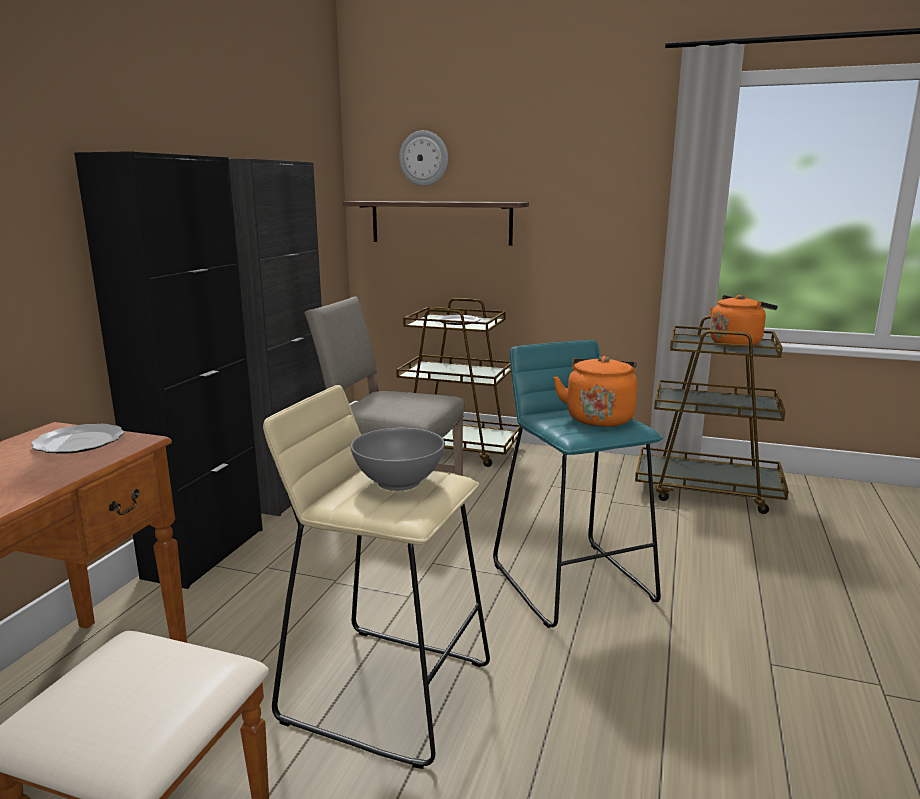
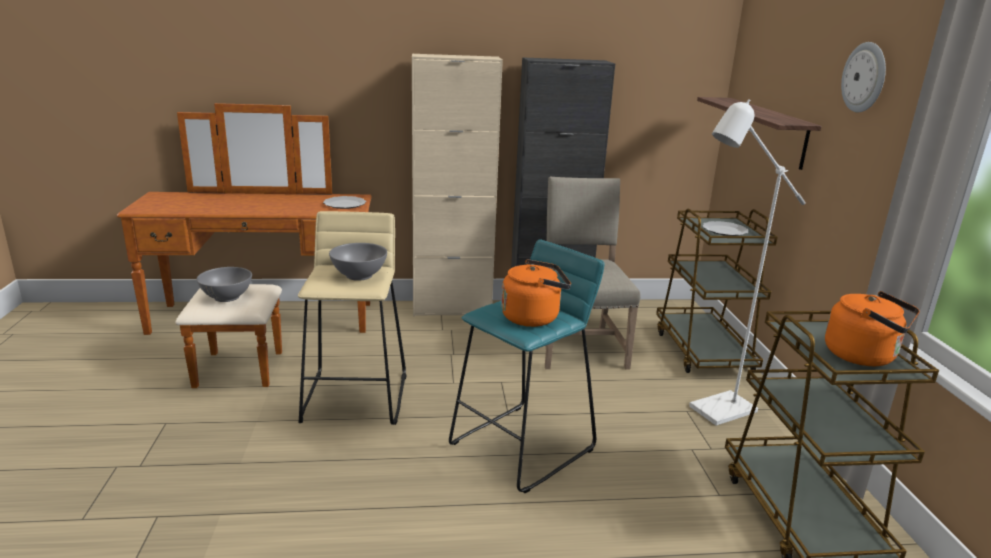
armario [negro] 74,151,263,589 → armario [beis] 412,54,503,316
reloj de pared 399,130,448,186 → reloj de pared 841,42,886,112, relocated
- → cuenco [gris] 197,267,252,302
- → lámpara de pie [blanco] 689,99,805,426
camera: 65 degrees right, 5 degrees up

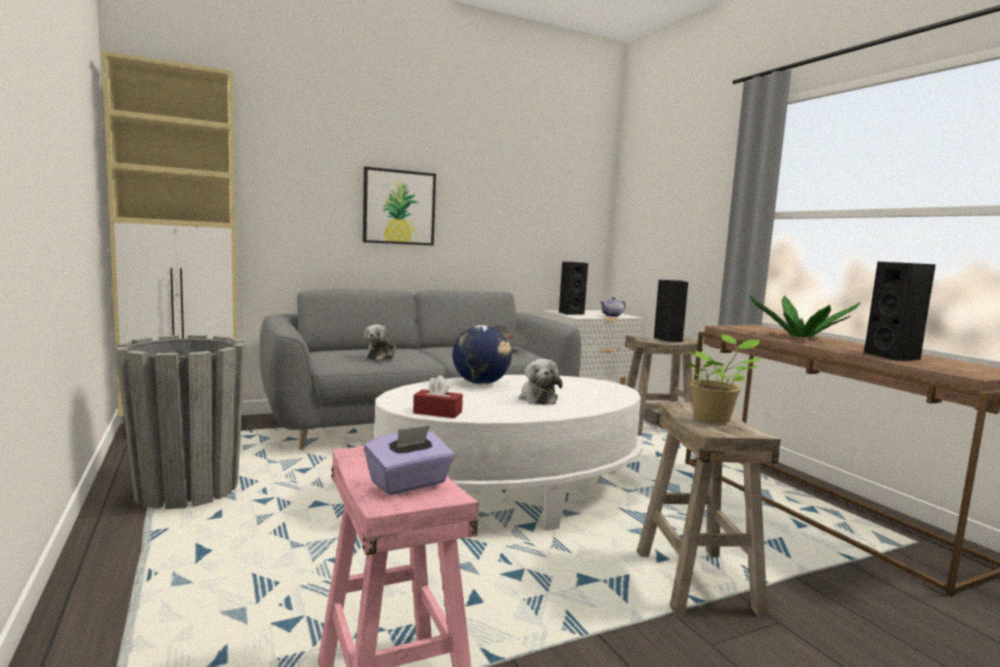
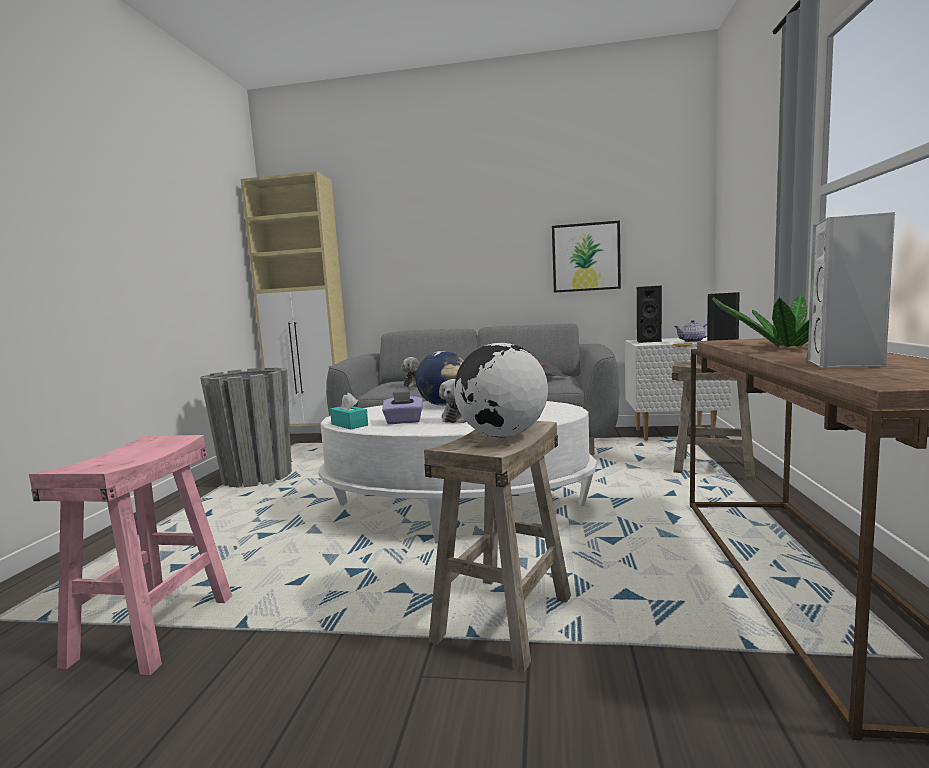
cuadro 363,167,436,246 → cuadro 552,220,621,293, relocated
caja de pañuelos [morado] 364,425,455,495 → caja de pañuelos [morado] 382,392,423,424, relocated
caja de pañuelos [rojo] 413,376,463,418 → caja de pañuelos [turquesa] 330,393,368,429
planta en maceta 686,334,764,424 → globo terráqueo 454,343,548,437
altavoz [negro] 864,262,936,361 → altavoz [blanco] 808,212,895,368
camera: 35 degrees right, 0 degrees up

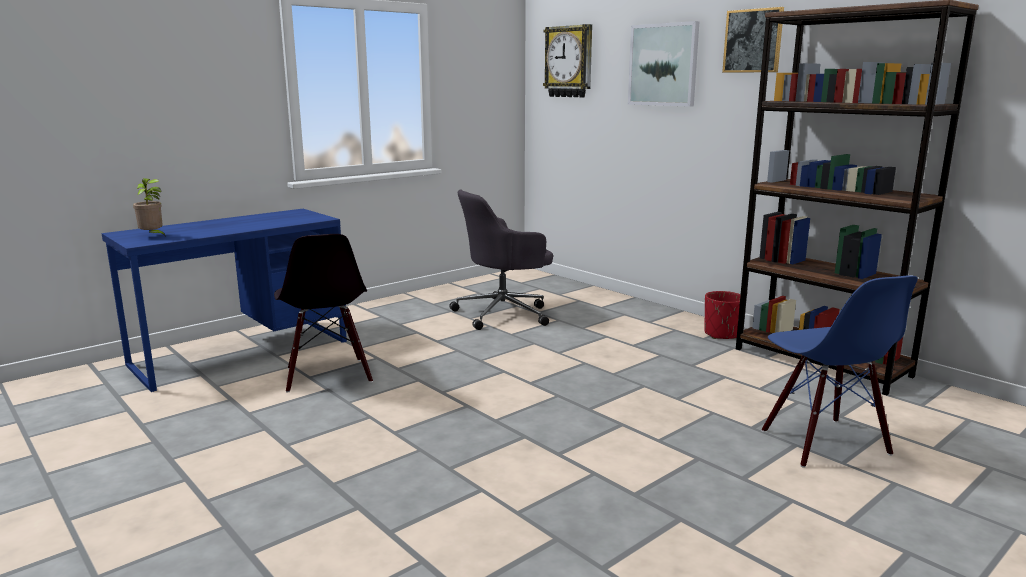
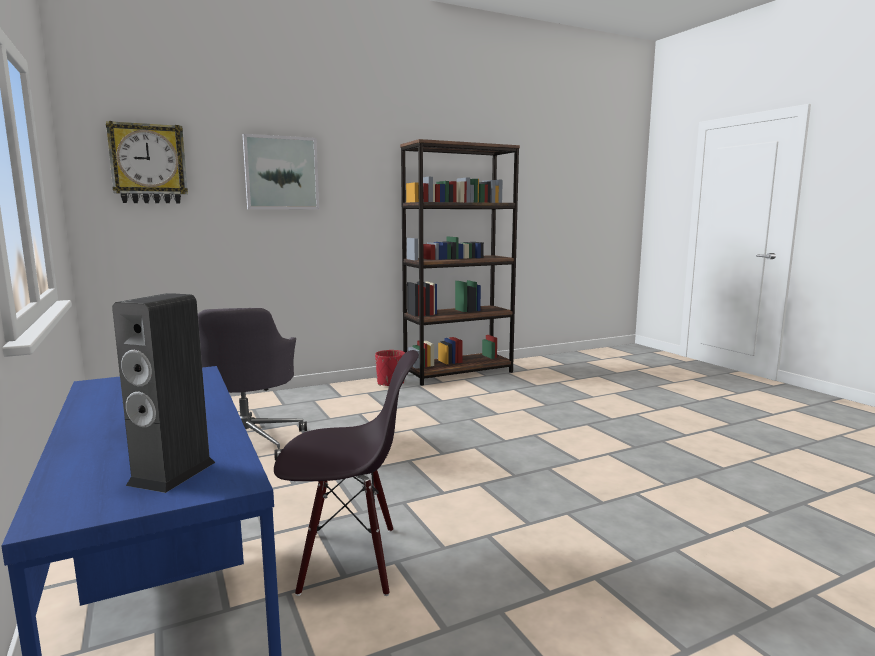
planta en maceta 133,178,166,237 → altavoz 112,293,215,493
cuadro 722,7,784,73 → -
silla [azul] 762,275,918,468 → -
camera: 75 degrees left, 5 degrees down

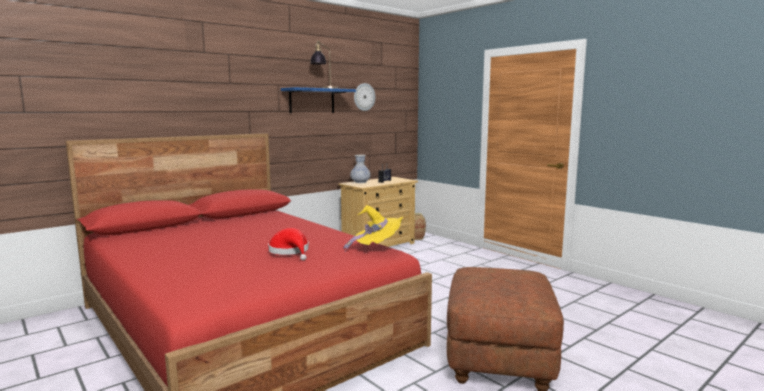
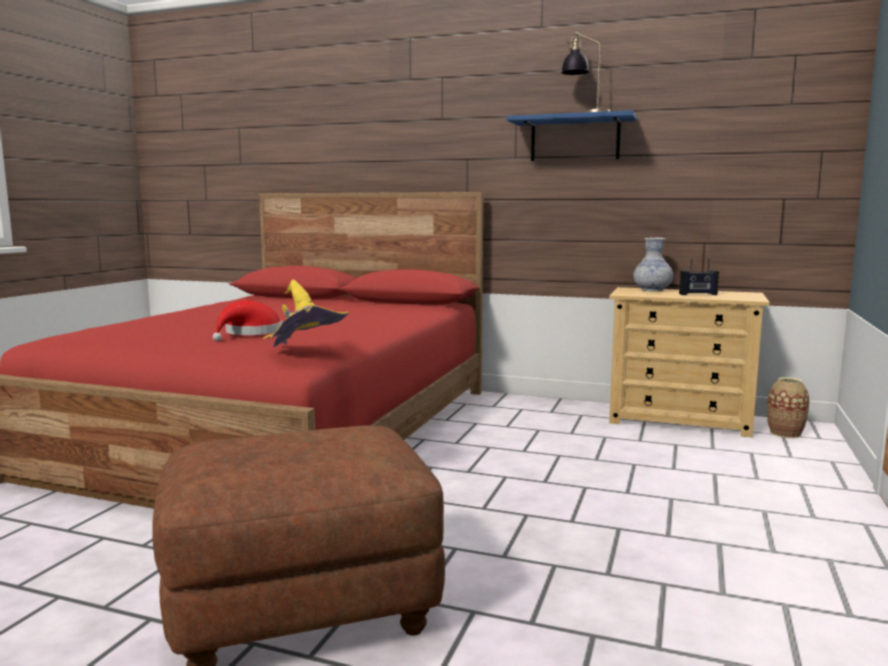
reloj de pared 354,83,375,111 → -
camera: 60 degrees right, 0 degrees up

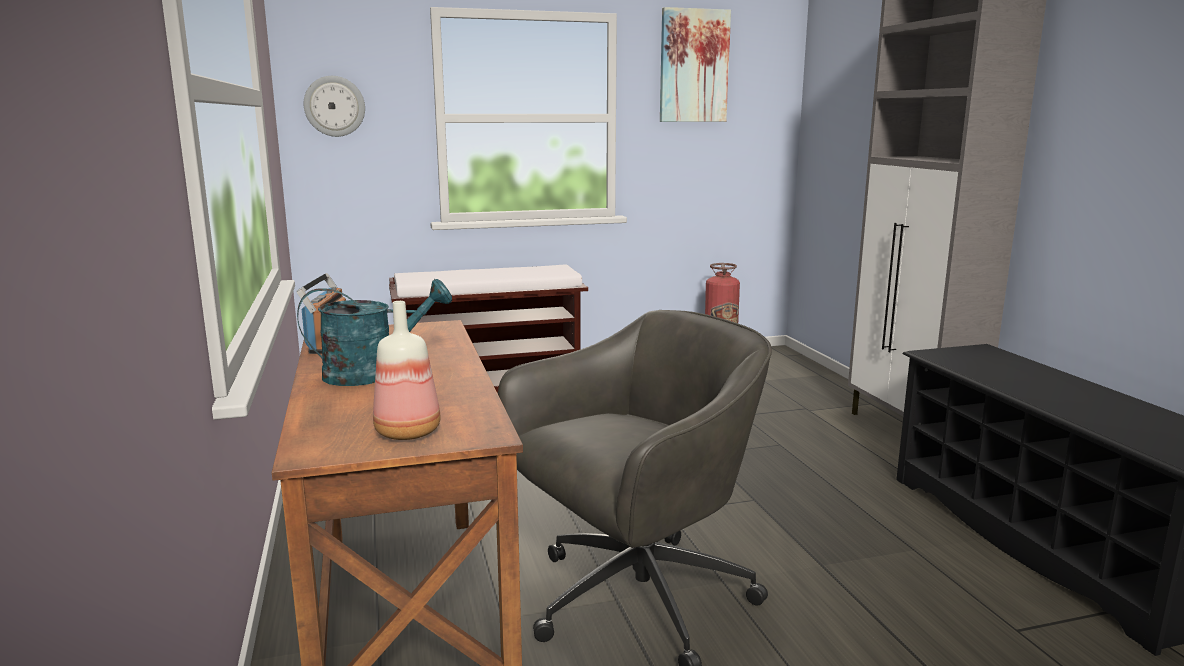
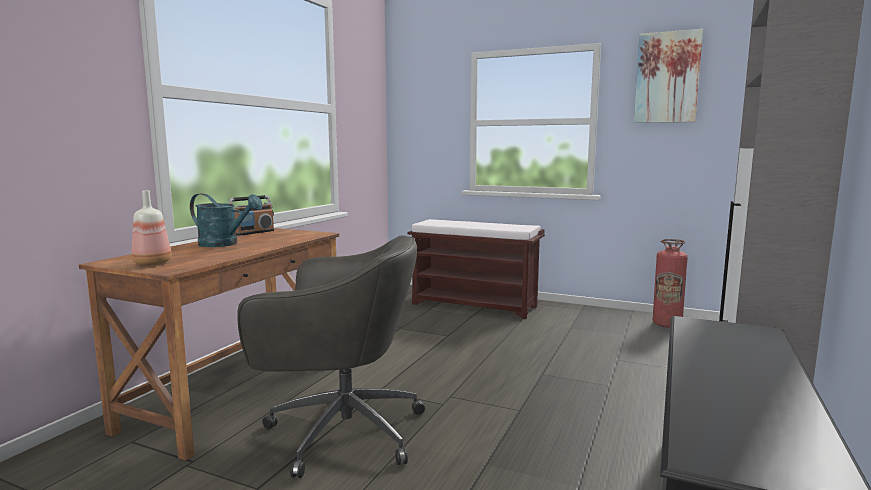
reloj de pared 304,76,365,137 → -
camera: 40 degrees right, 5 degrees down

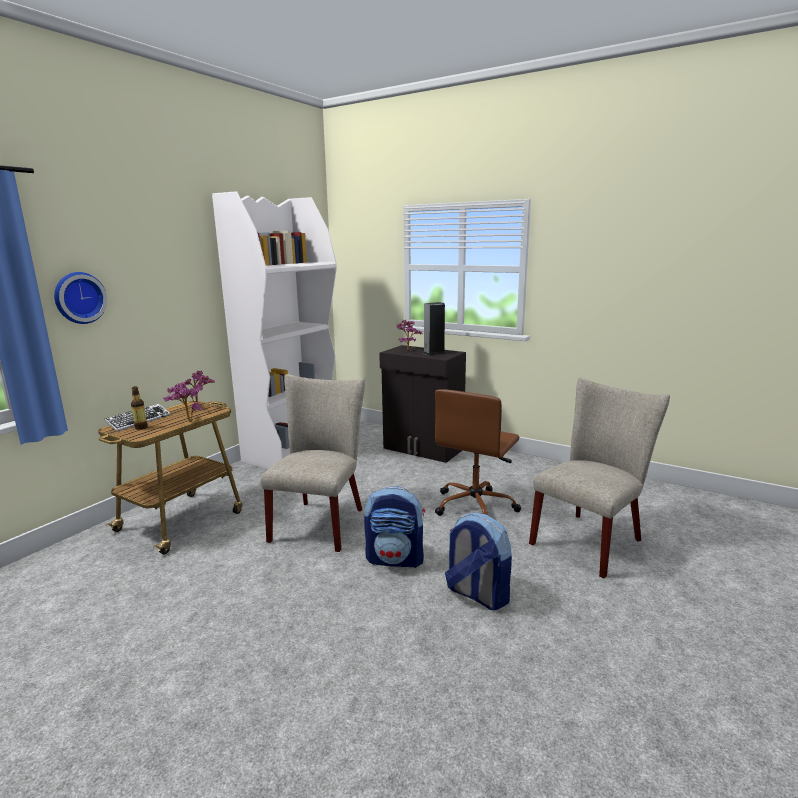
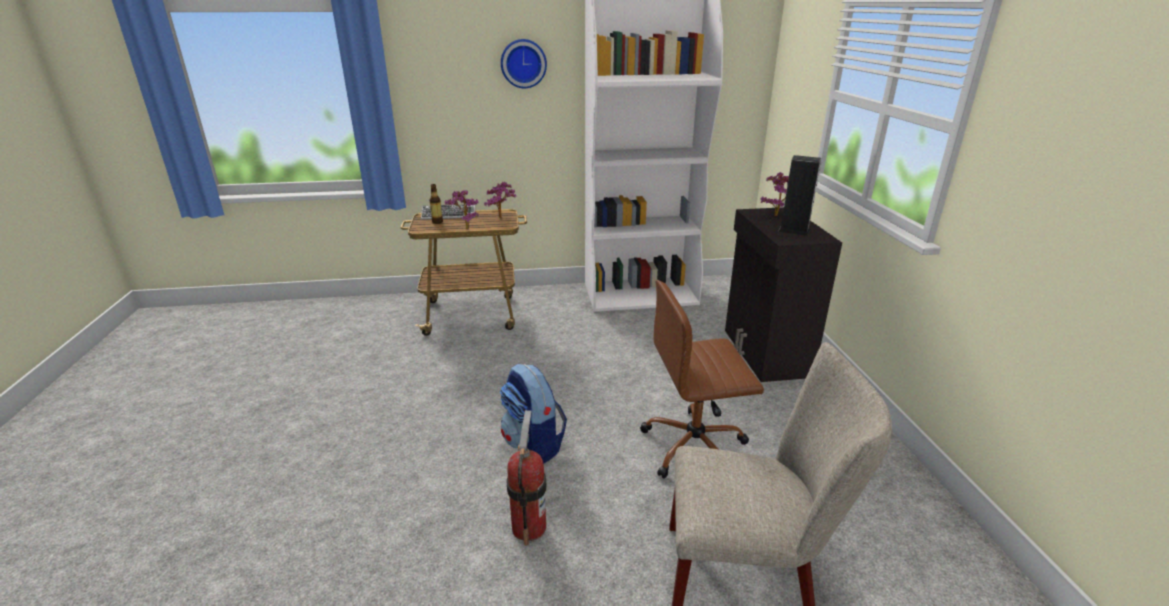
reloj de pared 54,272,107,324 → reloj de pared 501,39,547,88, relocated
silla [beis] 261,374,365,552 → -
mochila 445,513,512,610 → extintor 507,410,547,546
camera: 50 degrees right, 10 degrees up

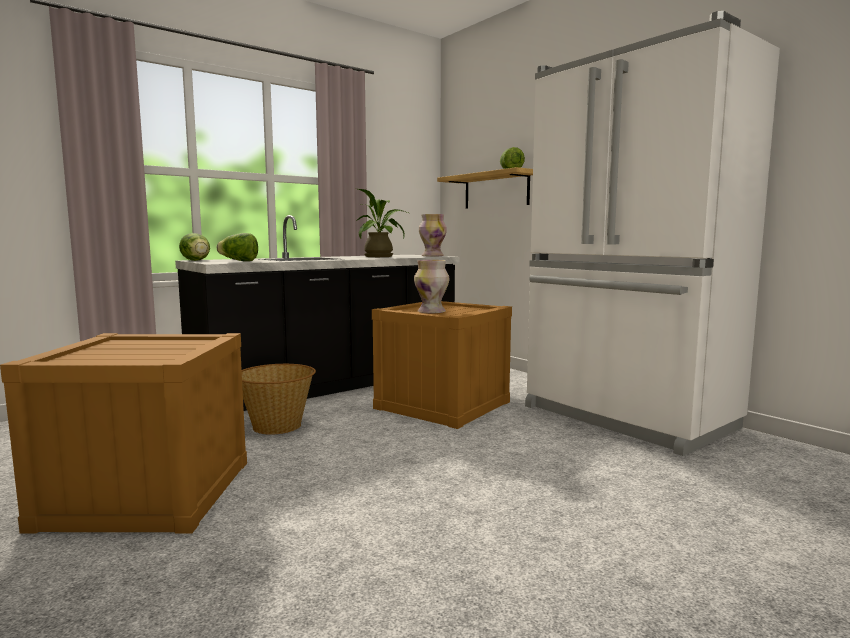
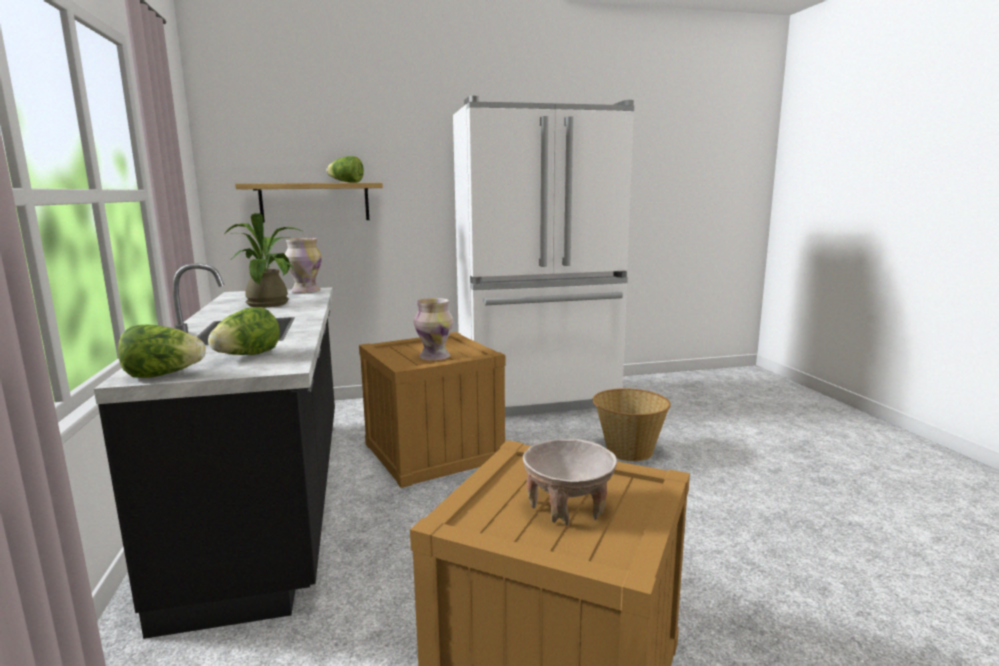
cesta 242,364,316,435 → cesta 593,388,671,461, relocated
- → cuenco [beis] 523,439,617,526
camera: 65 degrees left, 5 degrees up

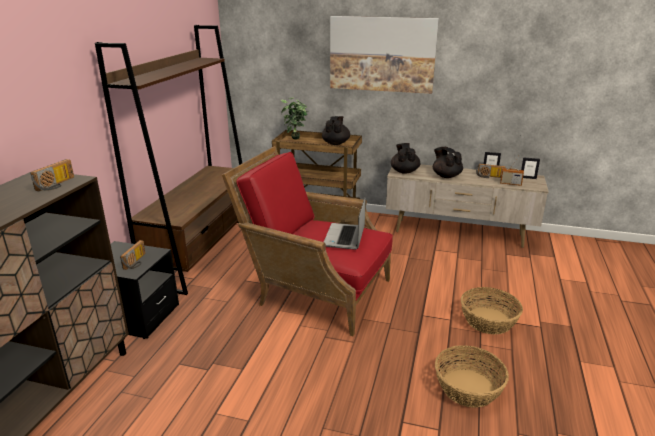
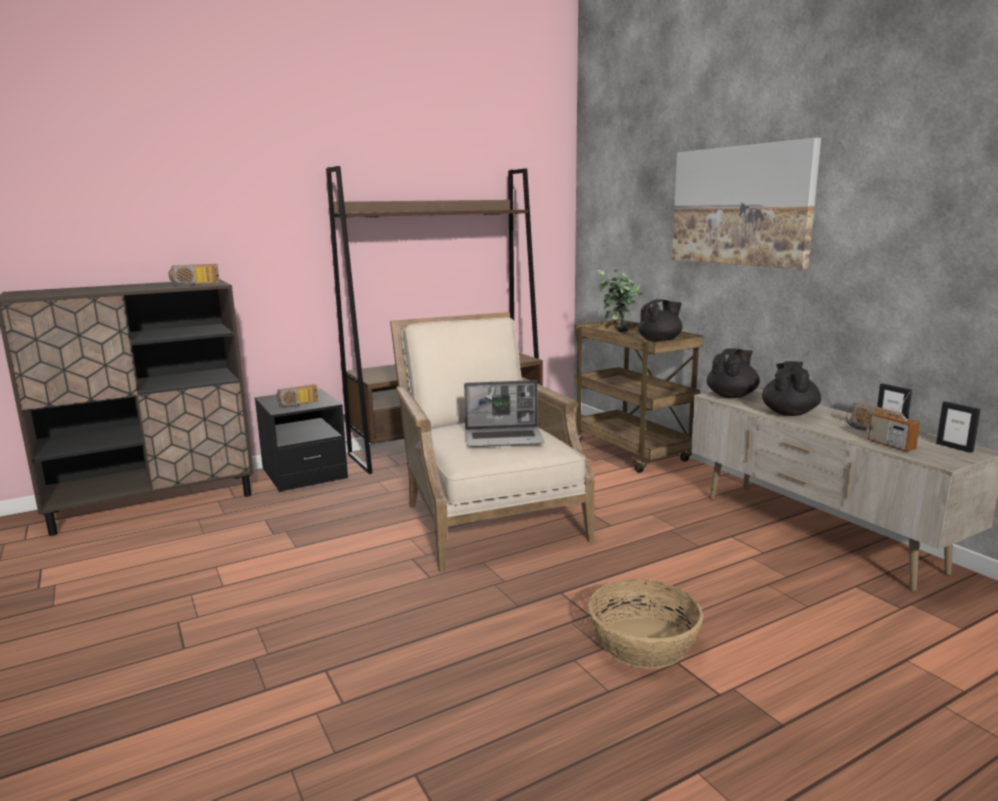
sillón [rojo] 222,146,393,336 → sillón [beis] 390,312,594,572
portátil 324,197,366,250 → portátil 464,380,544,447, 150 degrees counterclockwise
cesta 435,345,509,408 → -
camera: 45 degrees right, 10 degrees down

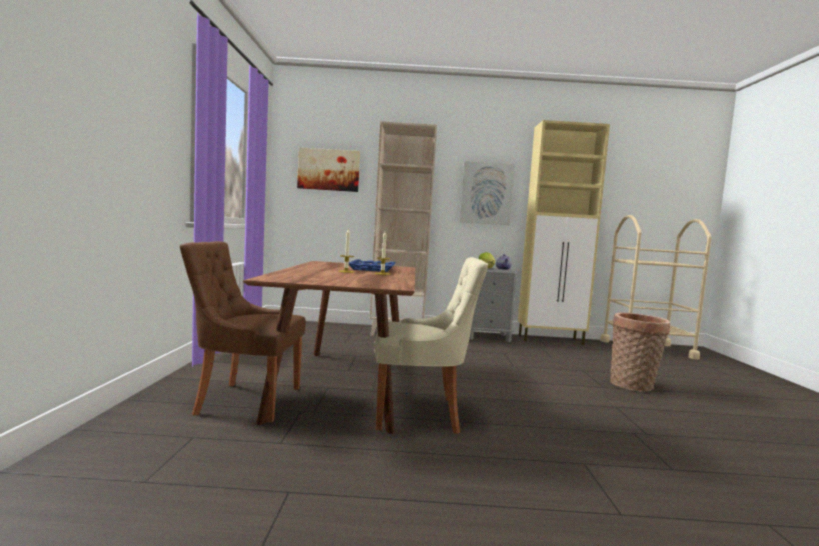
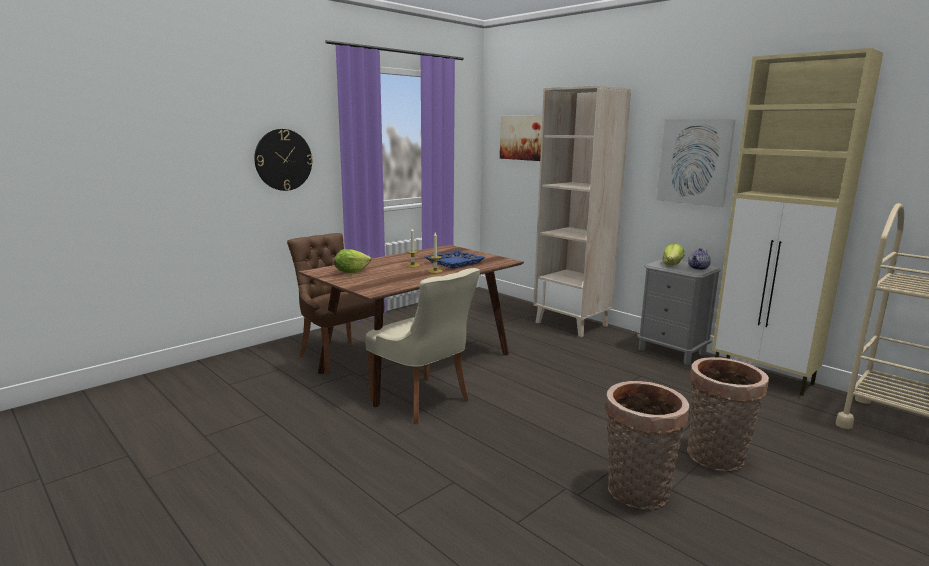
- → reloj de pared 254,129,313,191
- → lechuga 334,249,371,273
- → cesta 605,381,689,509
camera: 45 degrees right, 10 degrees up

